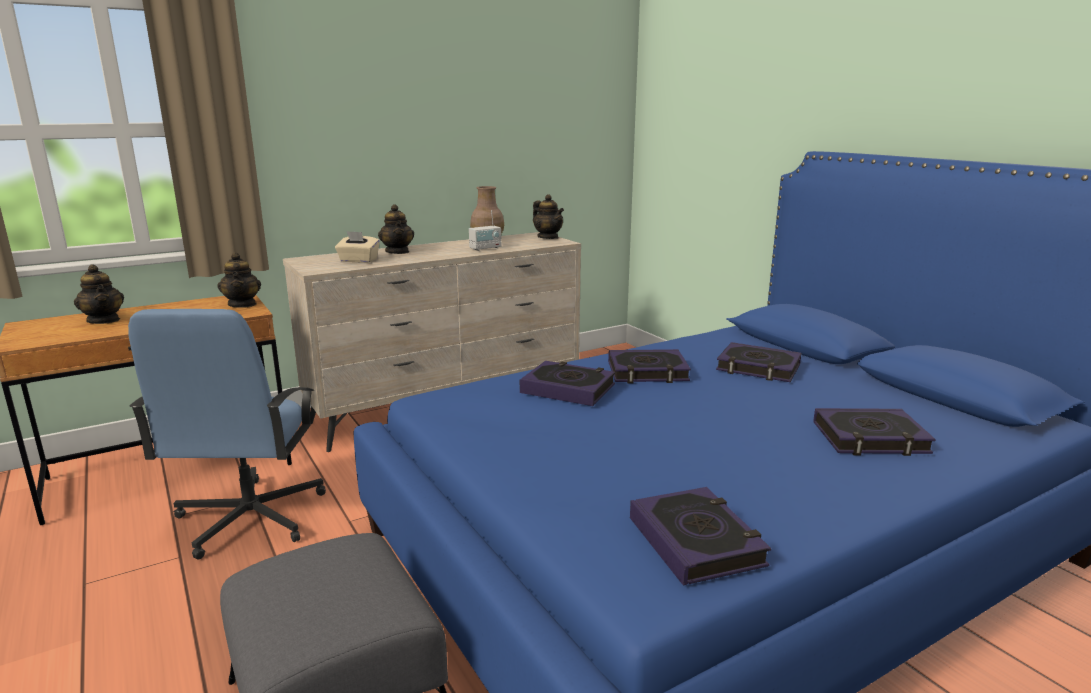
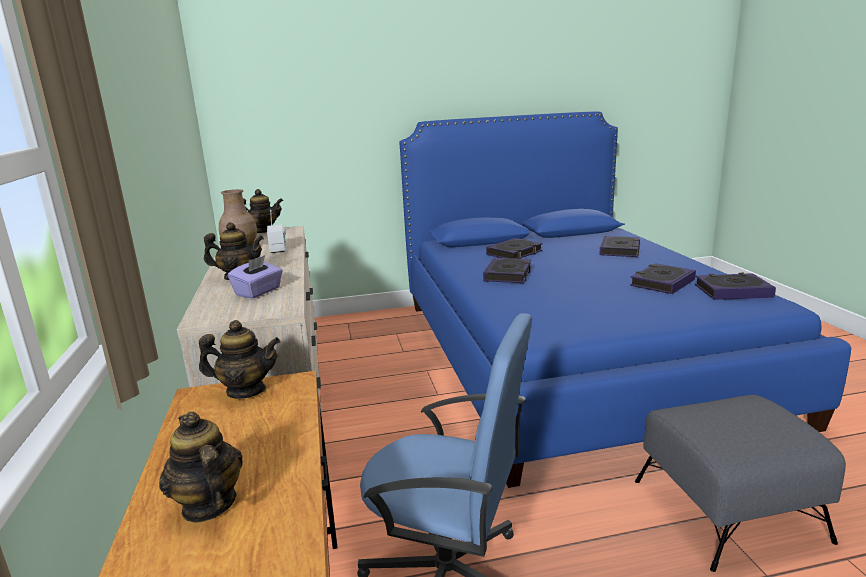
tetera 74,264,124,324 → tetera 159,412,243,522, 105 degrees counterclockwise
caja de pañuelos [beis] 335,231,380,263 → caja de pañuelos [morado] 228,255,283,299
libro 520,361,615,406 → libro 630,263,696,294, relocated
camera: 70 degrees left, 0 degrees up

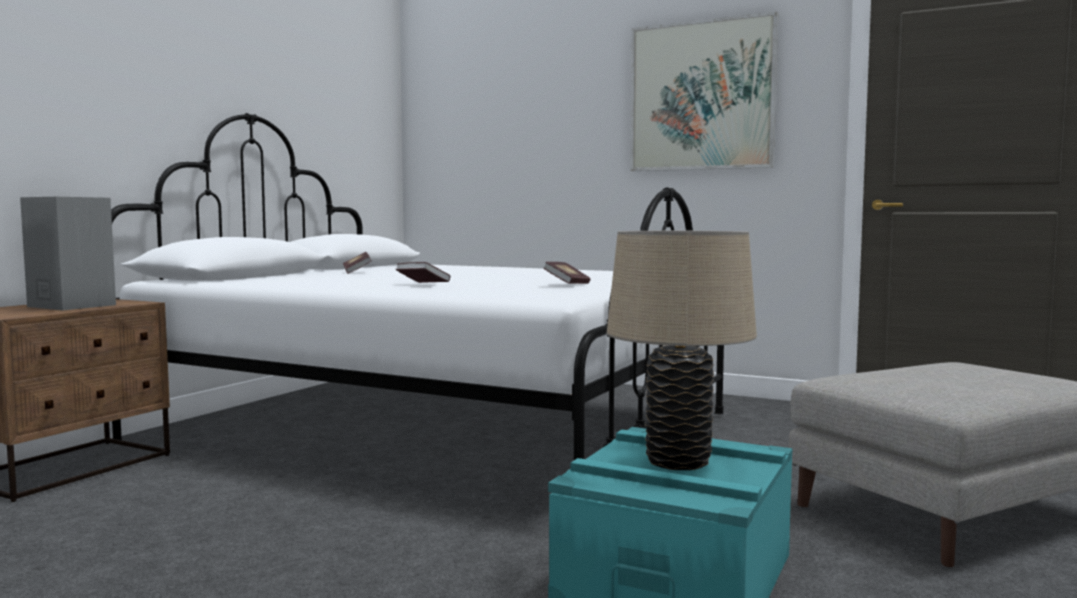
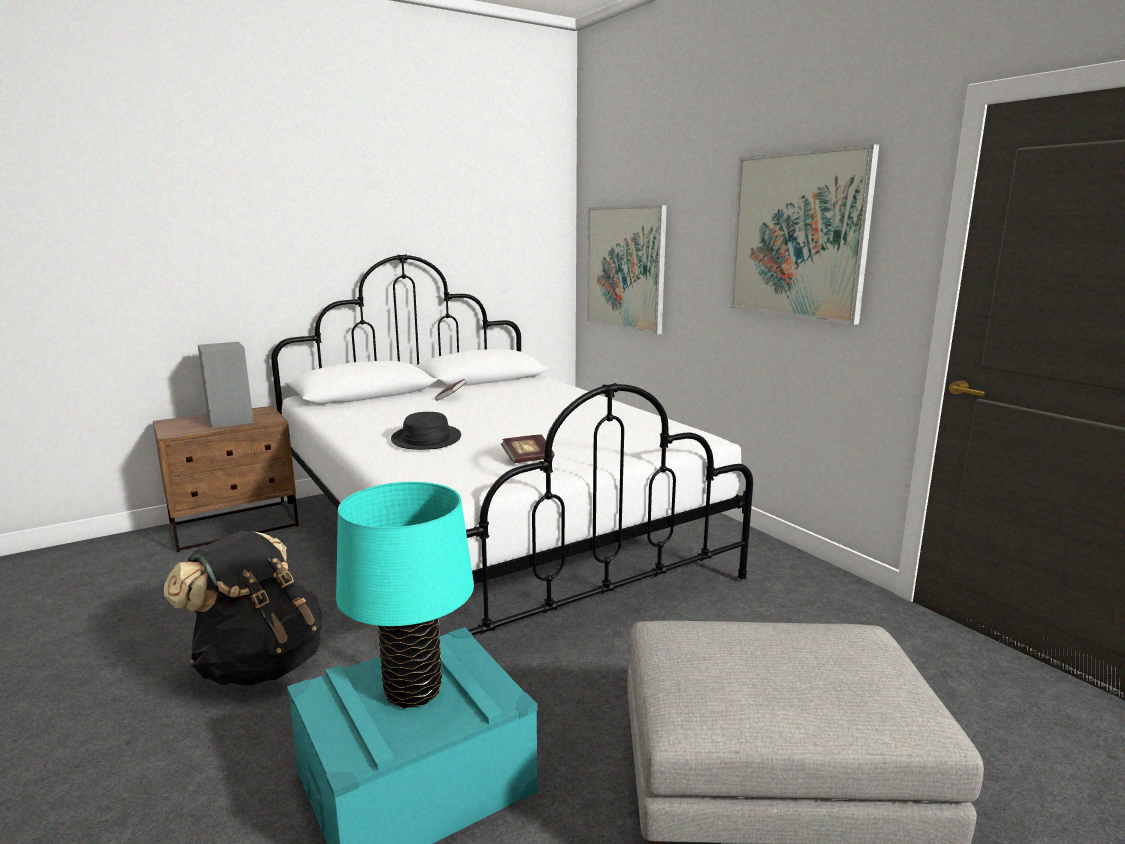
libro 396,262,450,283 → sombrero [negro] 391,412,461,450
lámpara de mesa [beis] 607,231,757,470 → lámpara de mesa [turquesa] 336,482,474,708
- → mochila [negro] 164,531,322,685
- → cuadro 587,205,667,335
camera: 30 degrees right, 10 degrees up

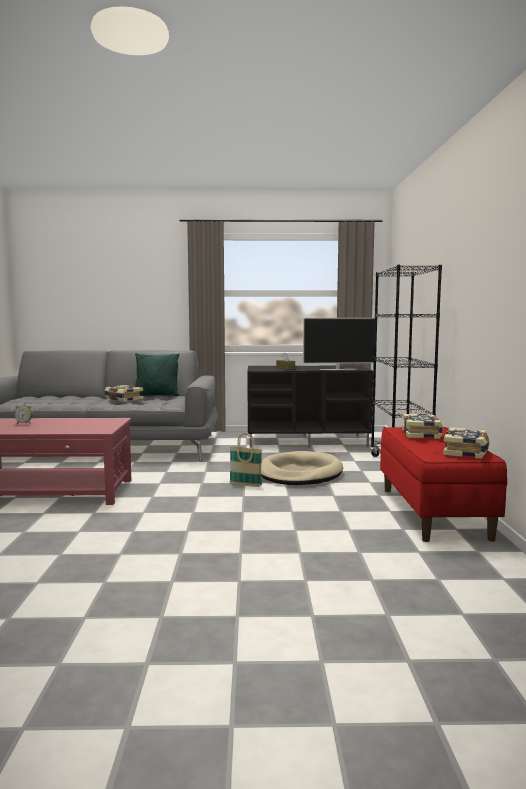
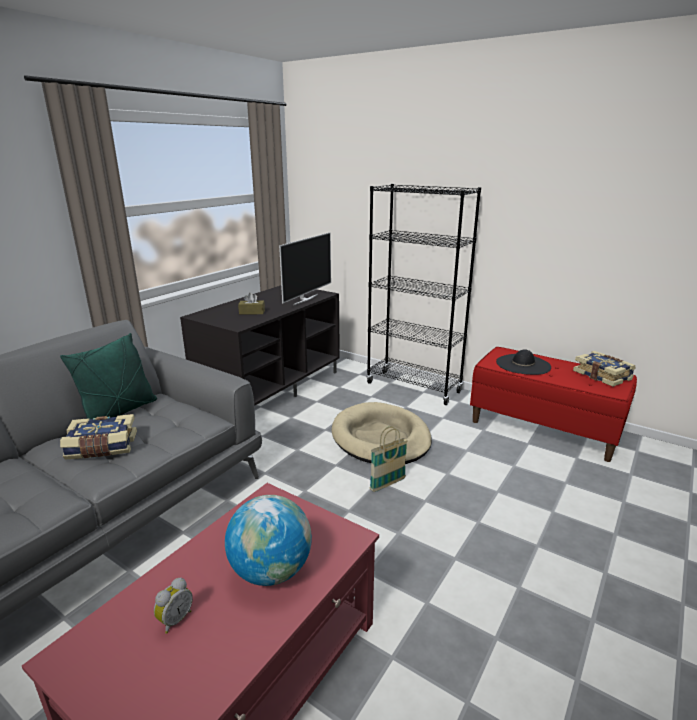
libro 402,414,443,439 → sombrero [negro] 496,349,551,375
- → globo terráqueo 225,495,312,586
camera: 55 degrees left, 15 degrees up

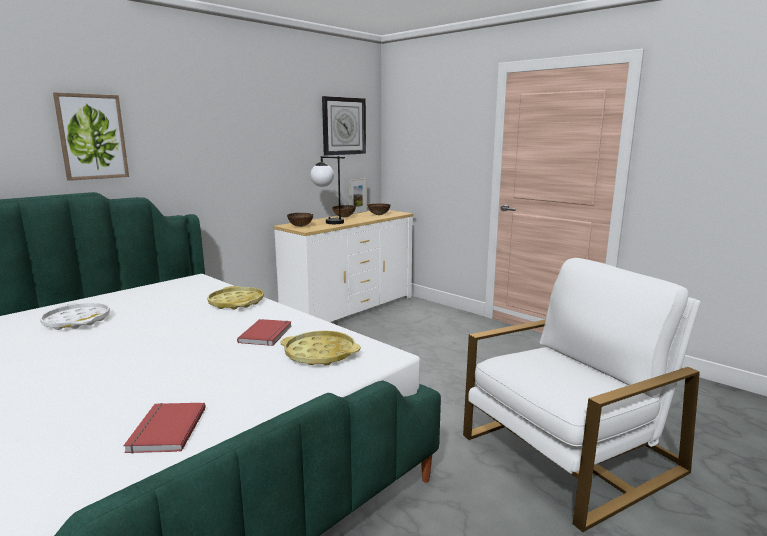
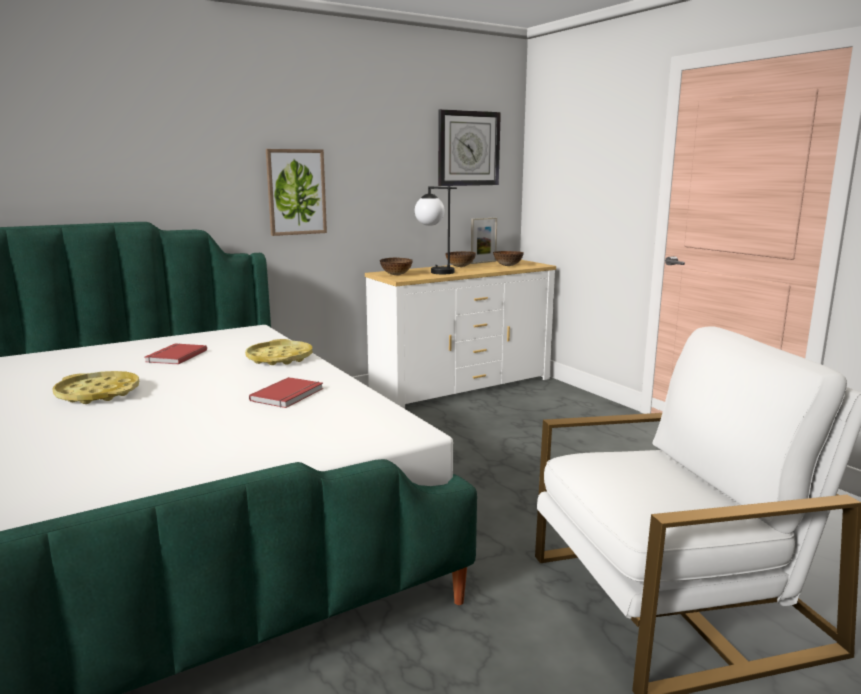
bandeja [blanco] 40,303,110,330 → -
cuadro 53,92,129,181 → cuadro 266,149,327,236, relocated
libro [rojo] 123,403,206,454 → libro [rojo] 145,343,207,365, relocated
bandeja [amarillo] 280,331,361,365 → bandeja [amarillo] 53,371,139,404, relocated
camera: 15 degrees right, 0 degrees up

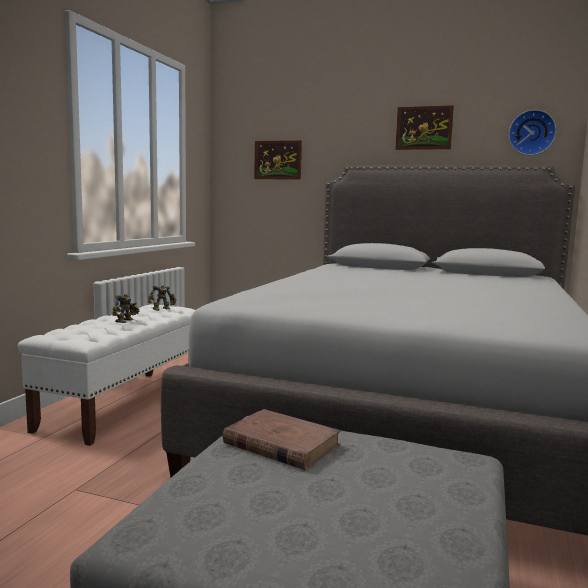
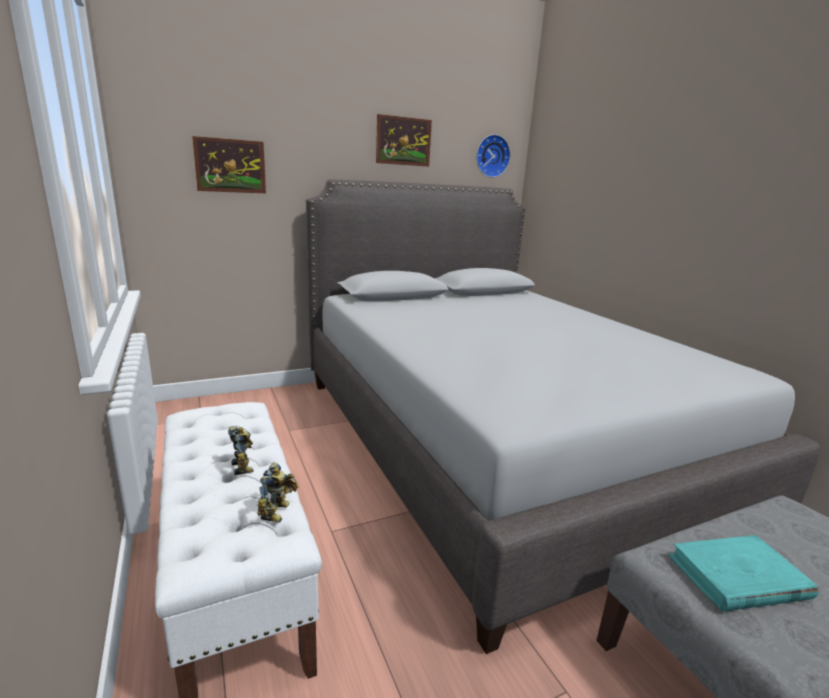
robot de juguete 148,285,176,311 → robot de juguete 257,462,299,523, relocated
libro [marrón] 223,409,341,470 → libro [turquesa] 668,535,819,612
camera: 45 degrees left, 10 degrees up

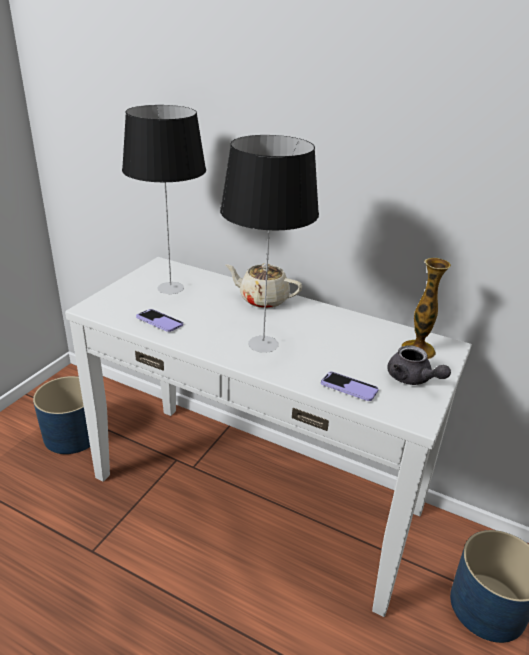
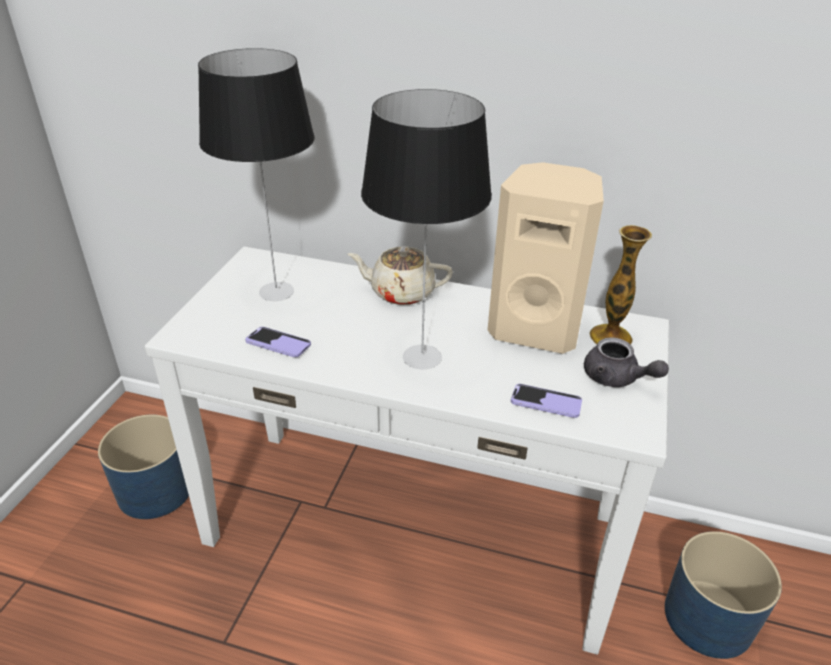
- → altavoz [beis] 488,162,604,354
camera: 10 degrees left, 5 degrees up

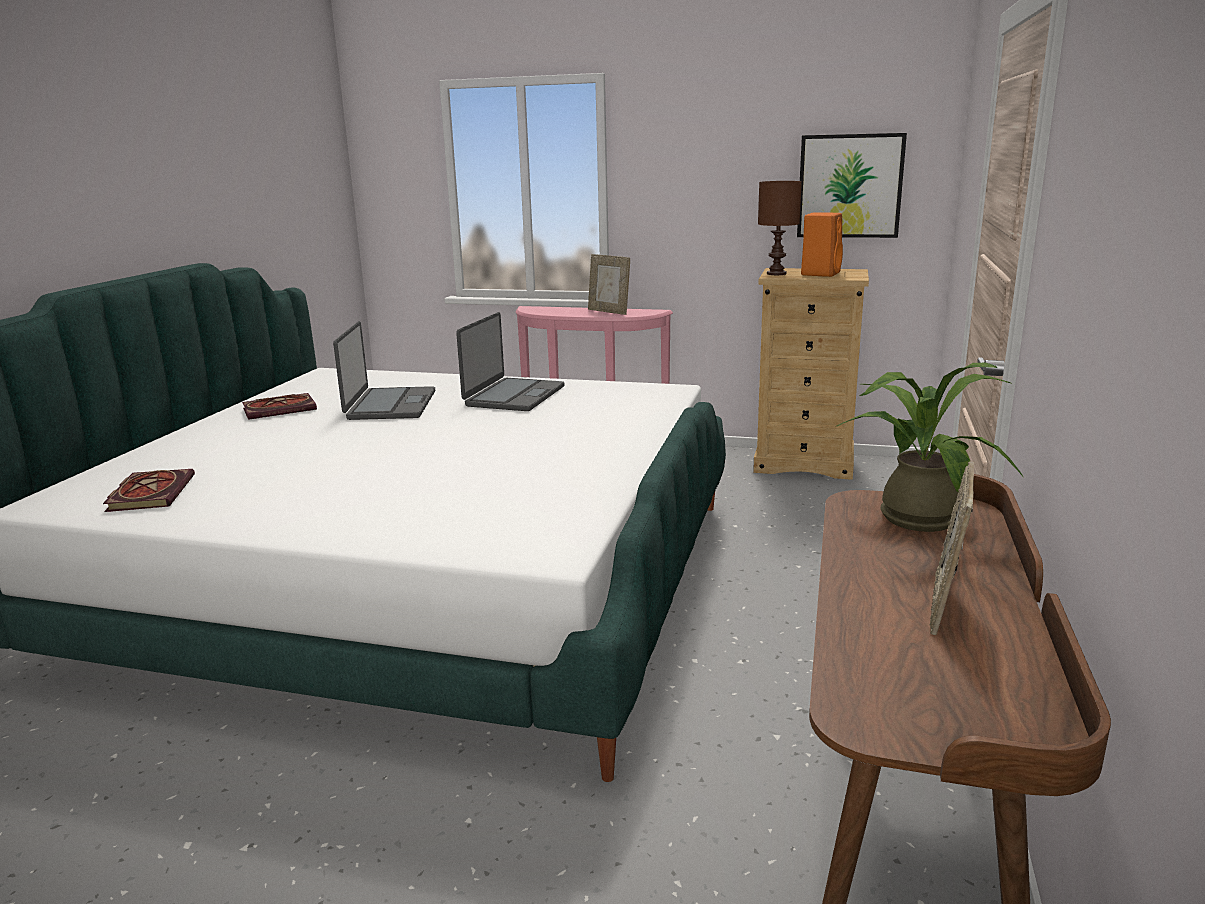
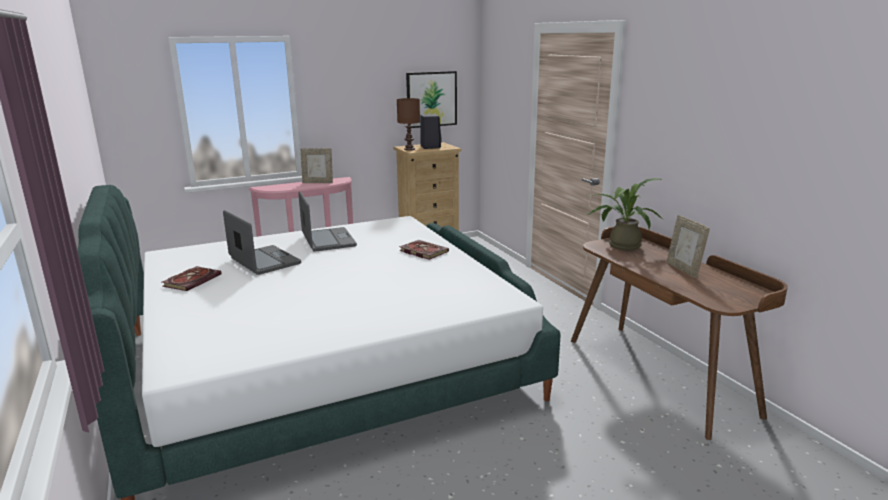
libro 103,469,195,512 → libro 399,240,449,260, relocated
altavoz [naranja] 801,212,843,277 → altavoz [negro] 420,114,441,149
camera: 40 degrees left, 0 degrees up

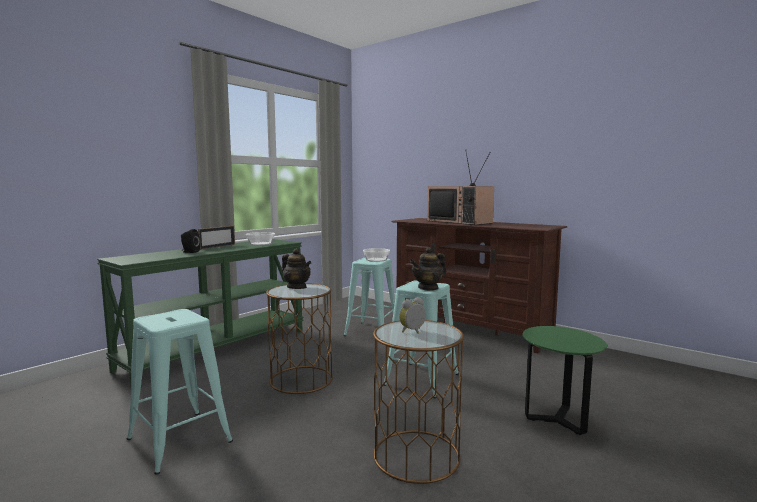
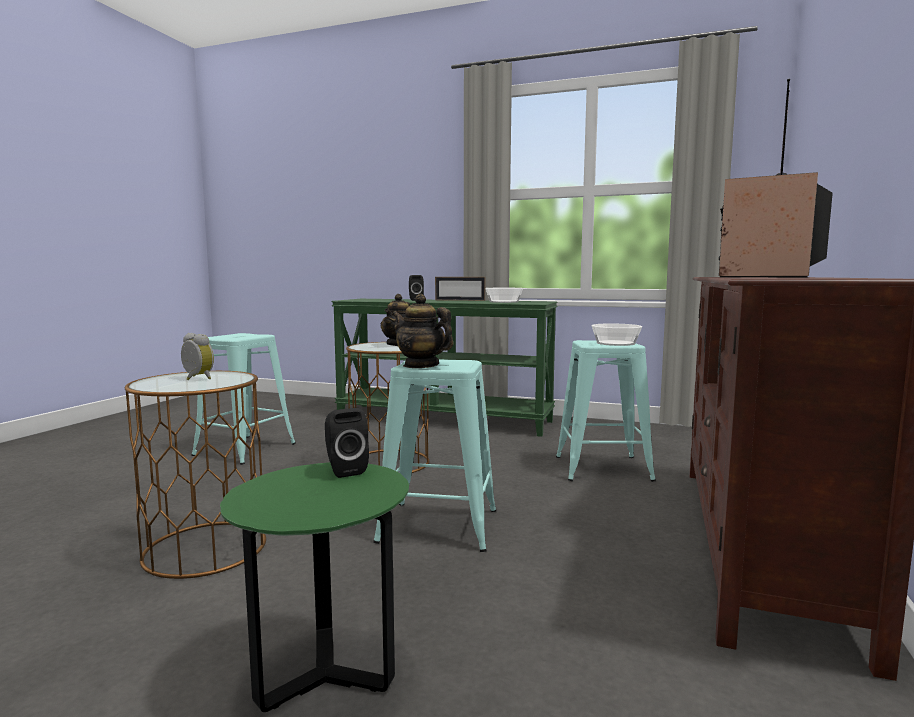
- → altavoz [negro] 325,408,369,478
camera: 70 degrees right, 0 degrees up

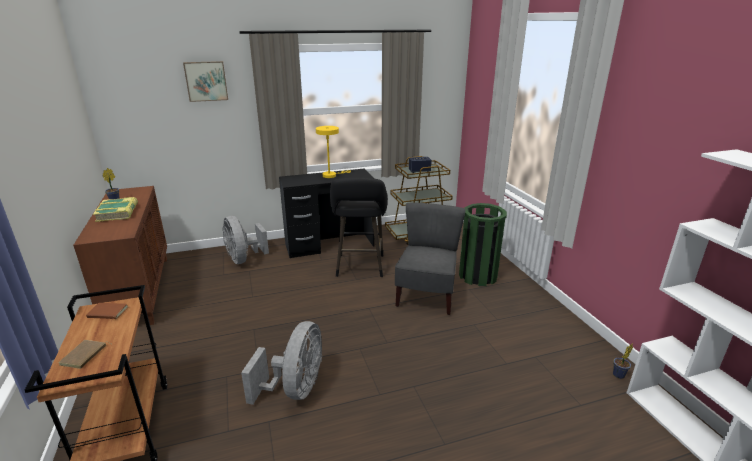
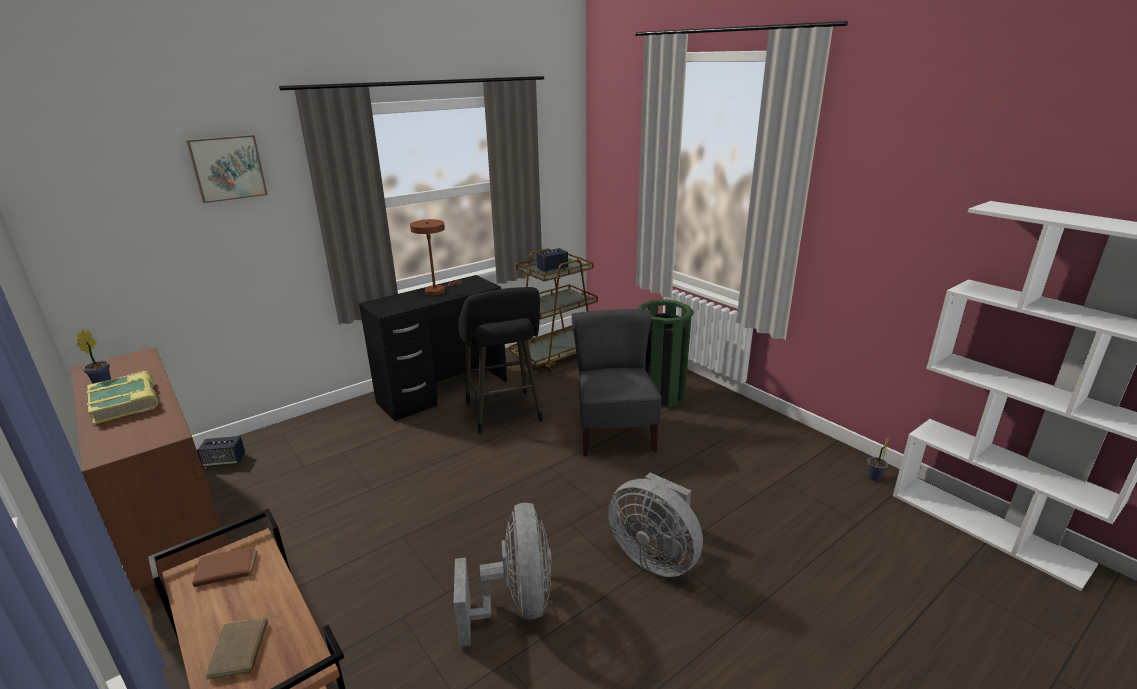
ventilador [gris] 222,216,269,264 → ventilador [gris] 608,473,703,577, relocated
lámpara de mesa [amarillo] 316,126,351,178 → lámpara de mesa [marrón] 410,219,462,296
- → altavoz 197,436,245,467
camera: 20 degrees left, 0 degrees up

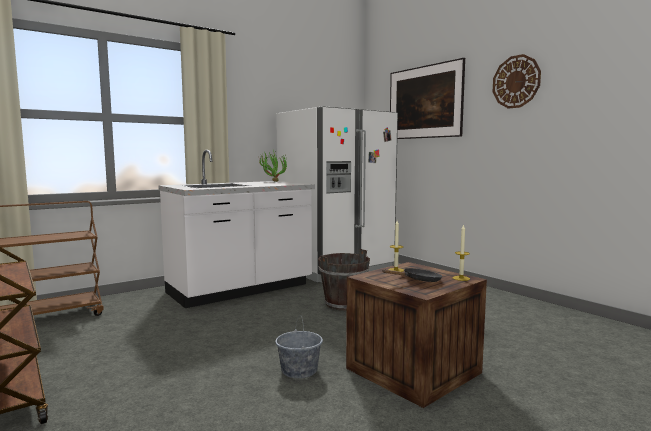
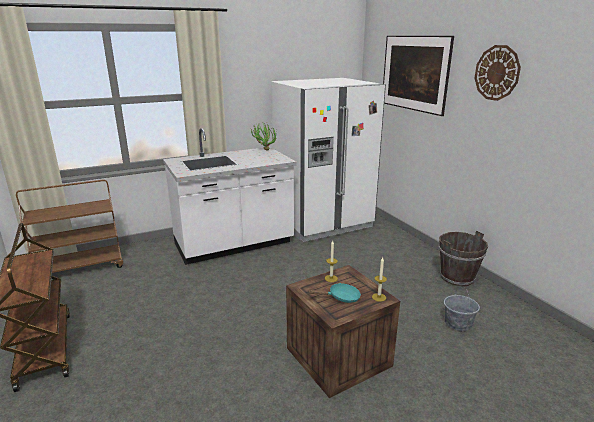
cubo [gris] 275,315,323,378 → cubo [gris] 444,287,480,331, relocated
cubo [marrón] 318,249,370,311 → cubo [marrón] 439,231,488,286, relocated
sartén [negro] 382,268,442,282 → sartén [turquesa] 308,283,361,303
camera: 10 degrees right, 15 degrees up

